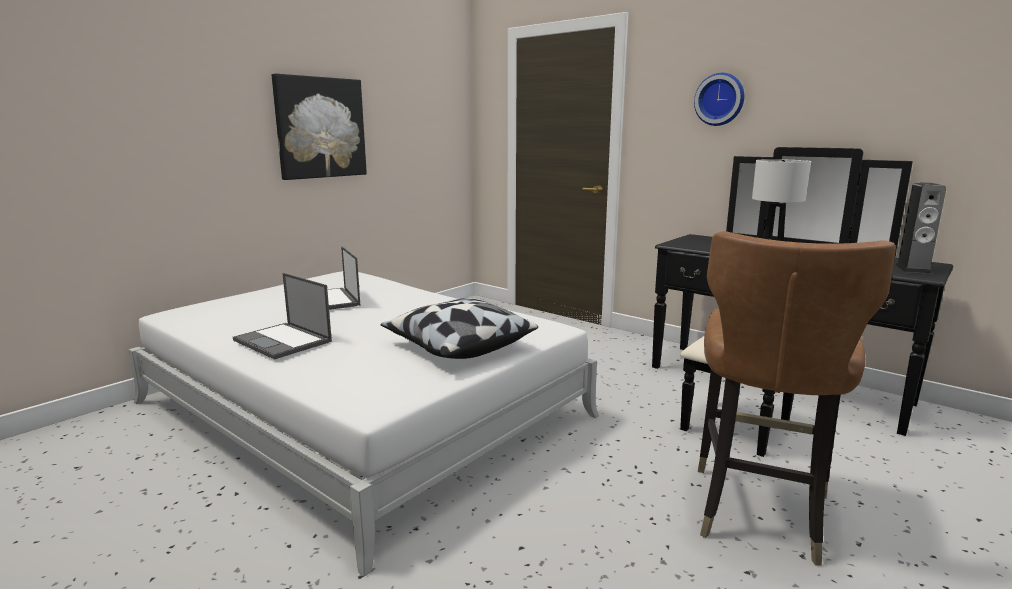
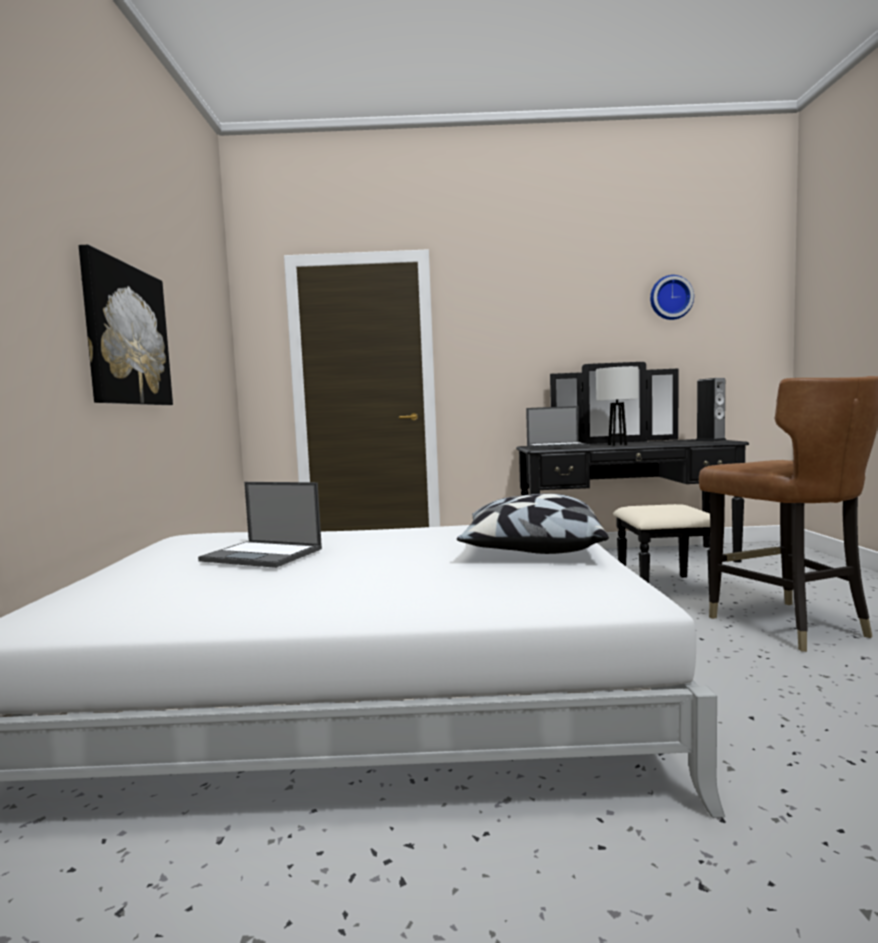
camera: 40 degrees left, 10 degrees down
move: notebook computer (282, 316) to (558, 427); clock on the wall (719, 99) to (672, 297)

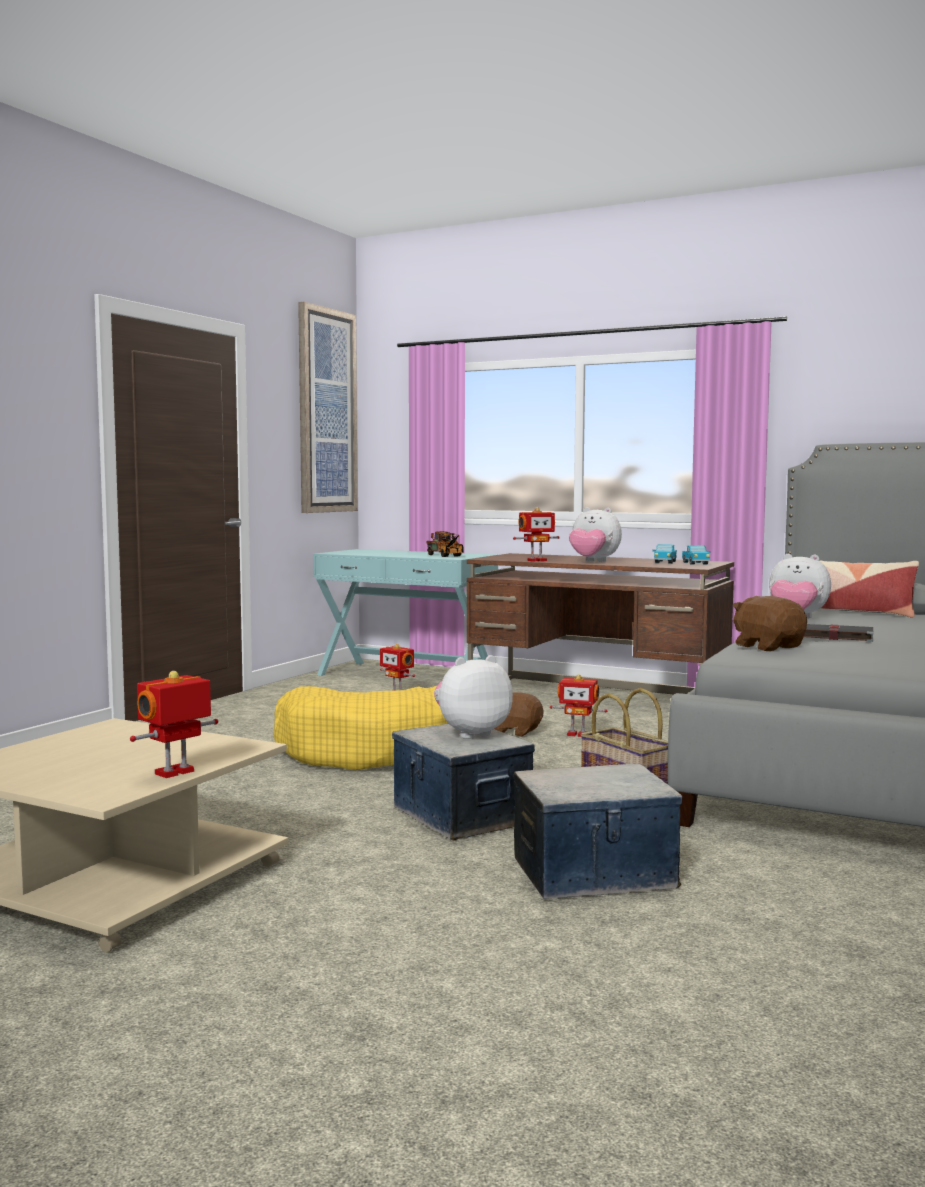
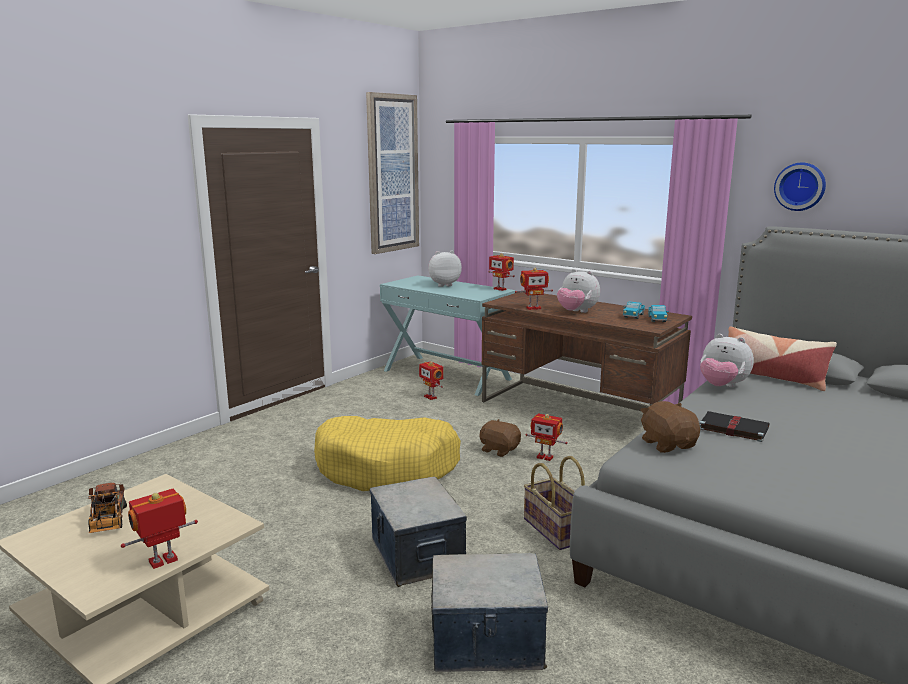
camera: 10 degrees right, 10 degrees up
insert: toy robot (501, 272); clock on the wall (800, 186)
move: toy truck (445, 544) to (107, 508); plush toy (473, 697) to (445, 268)

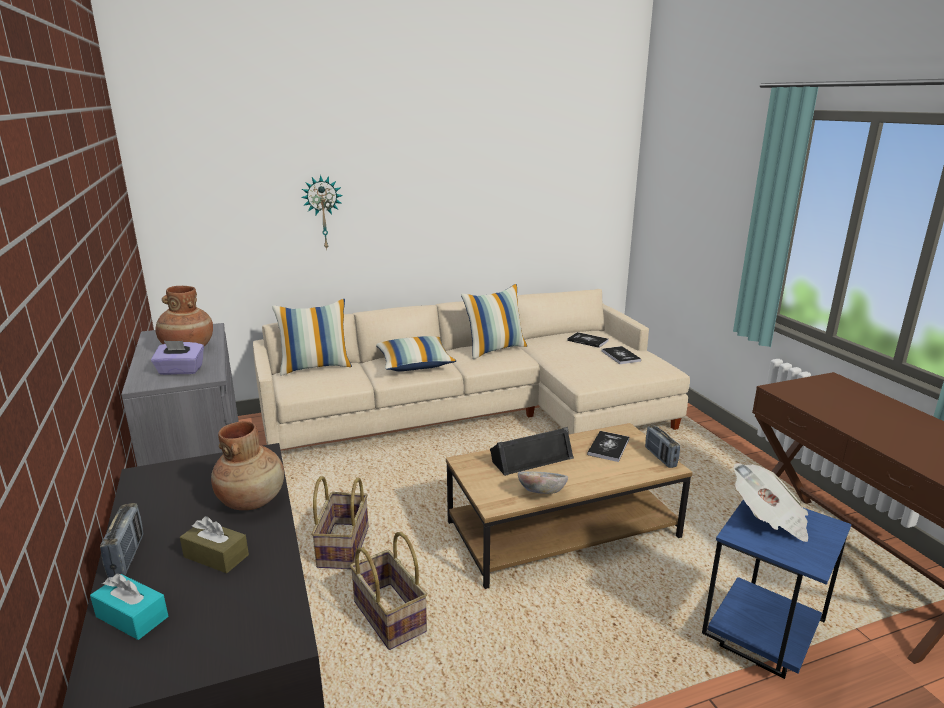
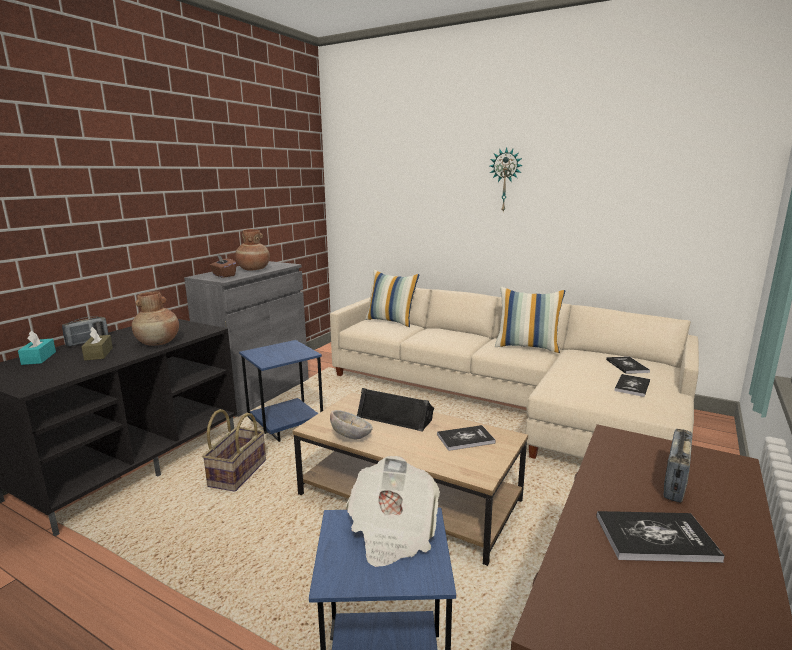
camera: 50 degrees right, 5 degrees down
delete: pillow (416, 354)
insert: bound book (661, 537)
move: clock on the wall (322, 213) to (506, 179); radio (662, 446) to (678, 466)
replace: household basket (340, 522) to bluish end table (281, 391)
recolor: purple tissue box (177, 357) to brown tissue box (223, 266)

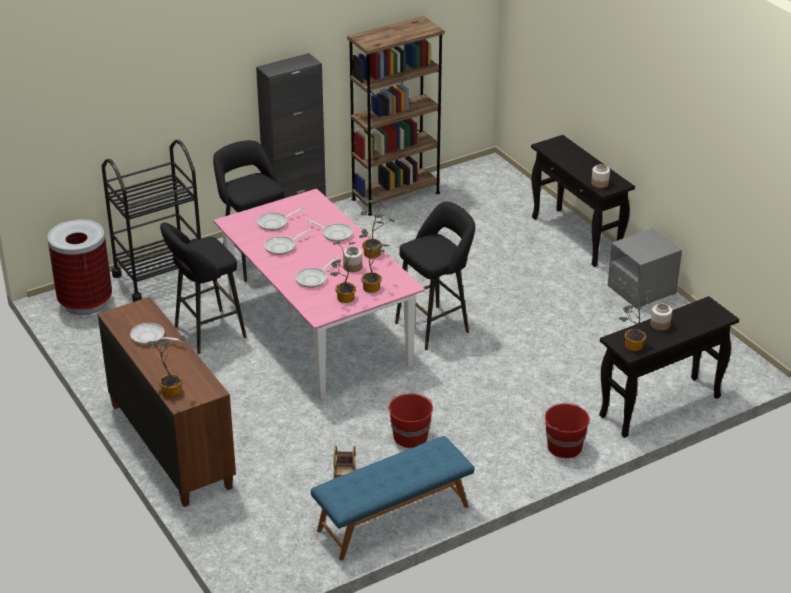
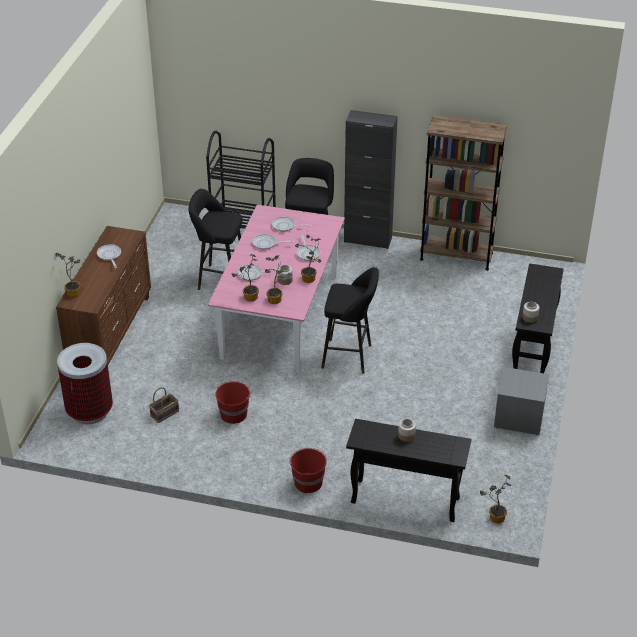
camera: 45 degrees right, 5 degrees up
delete: bluish long seat (393, 498)
move: waste bin (79, 267) to (85, 383); plant in a pot (635, 319) to (495, 499)

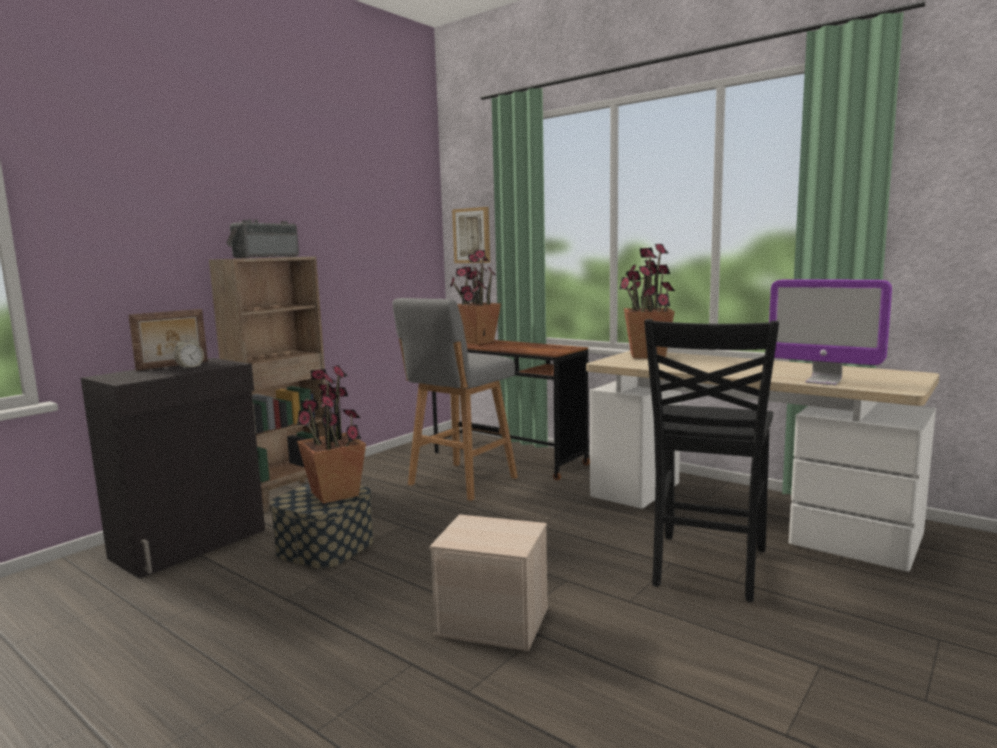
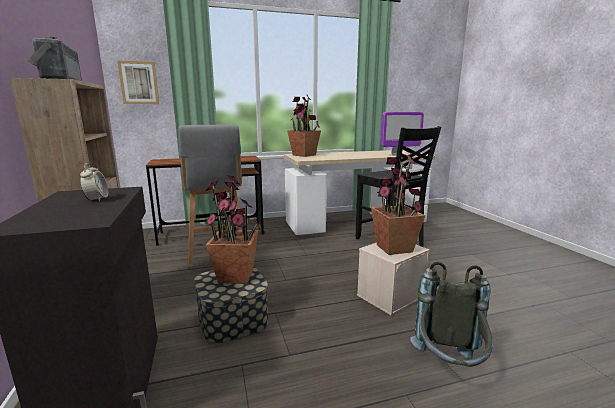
camera: 55 degrees left, 5 degrees up
delete: photo frame (168, 340)
insert: grey rucksack (451, 314)
move: plant in a pot (475, 297) to (398, 205)

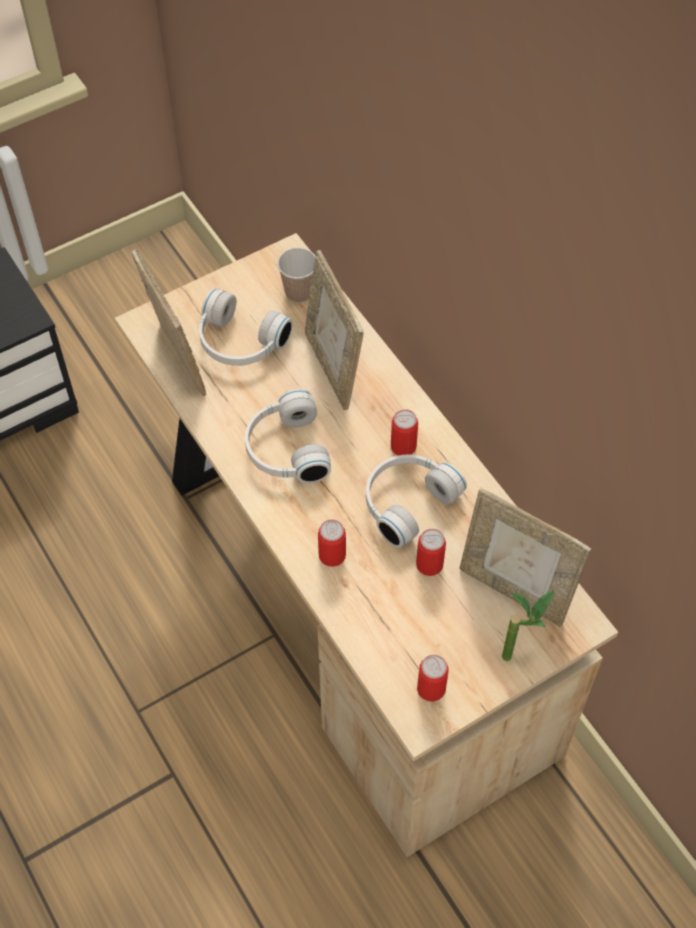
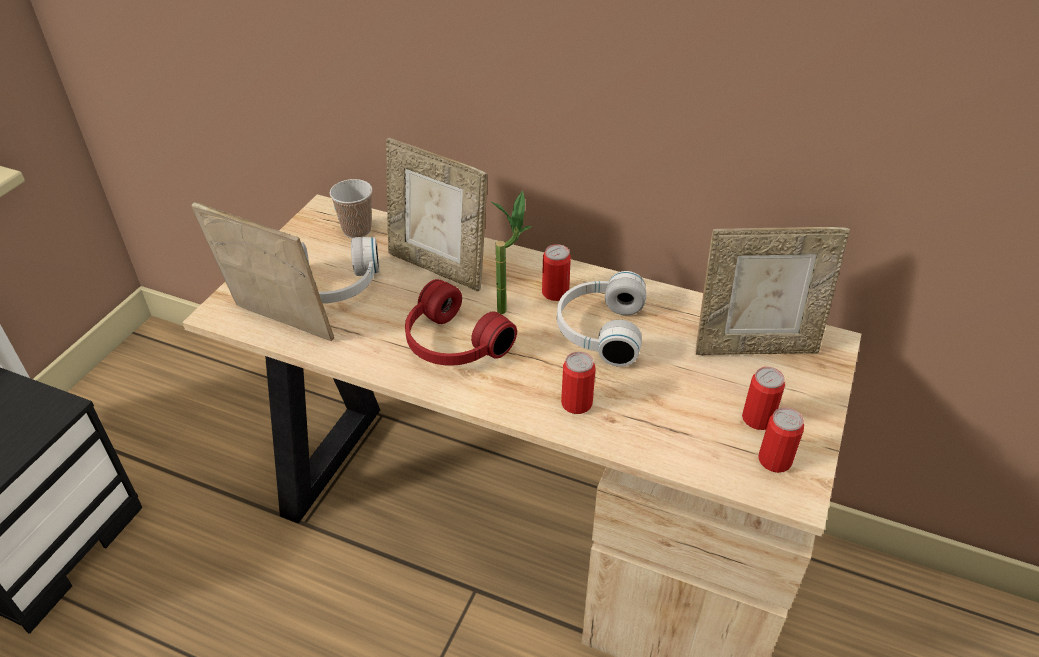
camera: 35 degrees left, 15 degrees down
move: sealed can (431, 552) to (763, 398); plant in a pot (528, 625) to (511, 252)
recolor: white-coloured headphones (288, 436) to reddish headphones (461, 322)

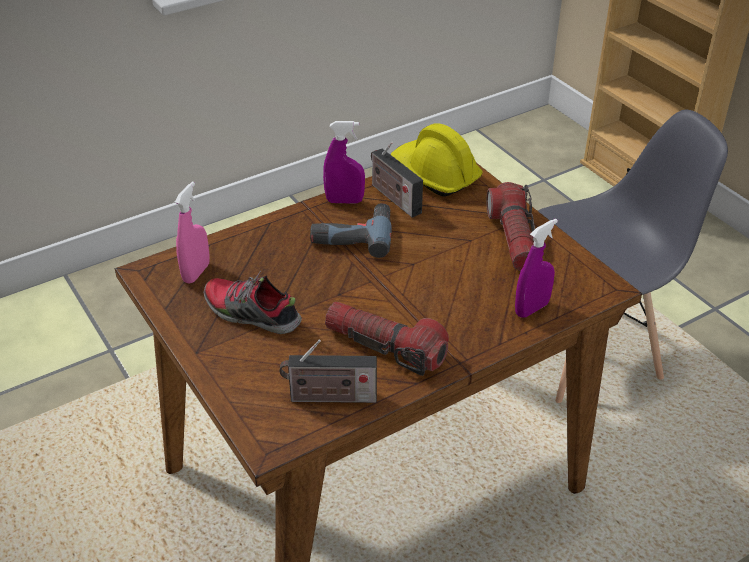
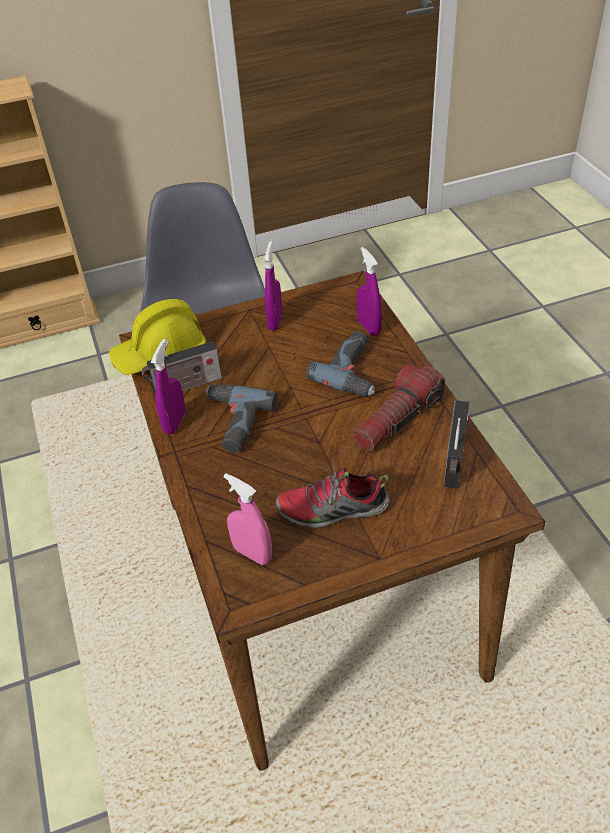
camera: 75 degrees left, 5 degrees up
insert: power drill (341, 364)
replace: torch (510, 226) to purple spray bottle (273, 286)
rotate: shoe (253, 302) = (332, 497) 45 degrees clockwise

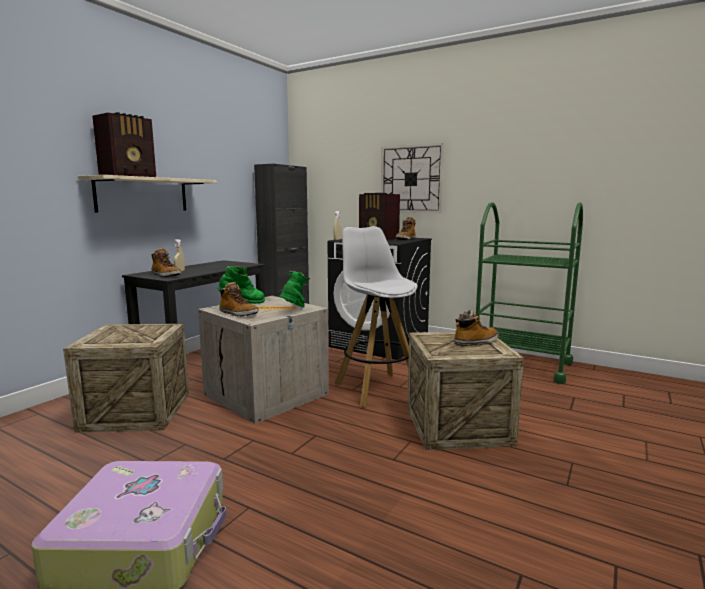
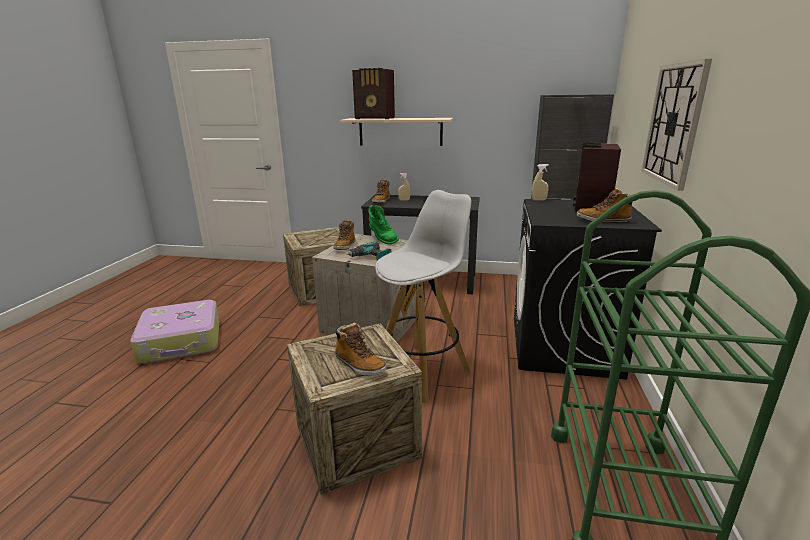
camera: 70 degrees right, 10 degrees up
replace: green-coloured tall boot (294, 289) to power drill (369, 251)

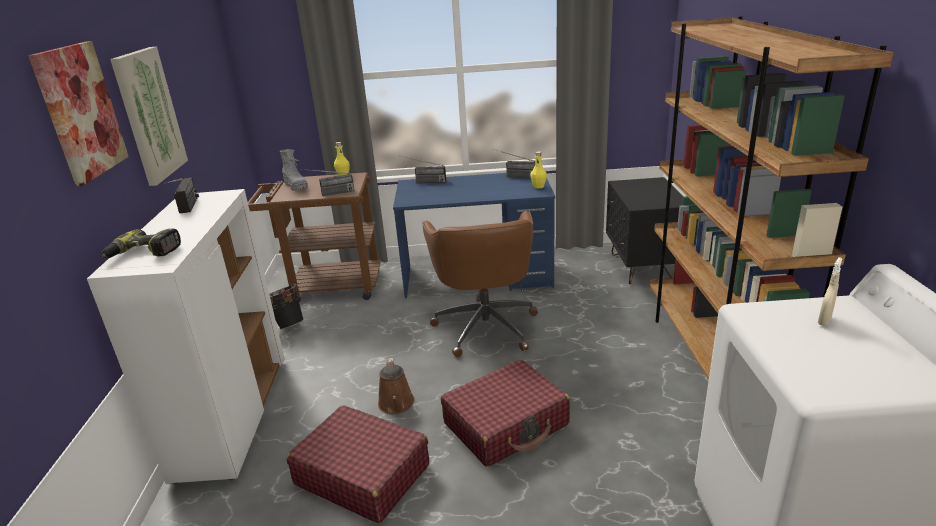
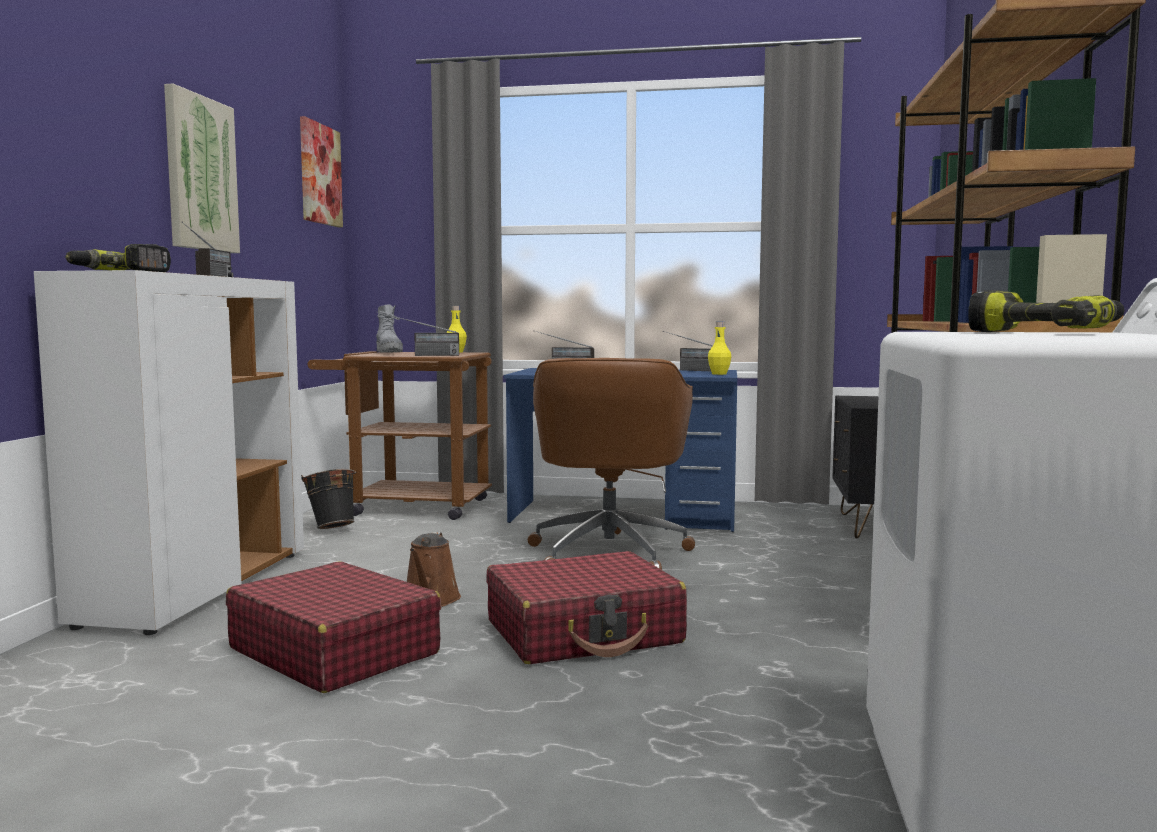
camera: 10 degrees right, 20 degrees down
move: wall art (78, 114) to (321, 171)
replace: beige spray bottle (830, 291) to power drill (1046, 311)

